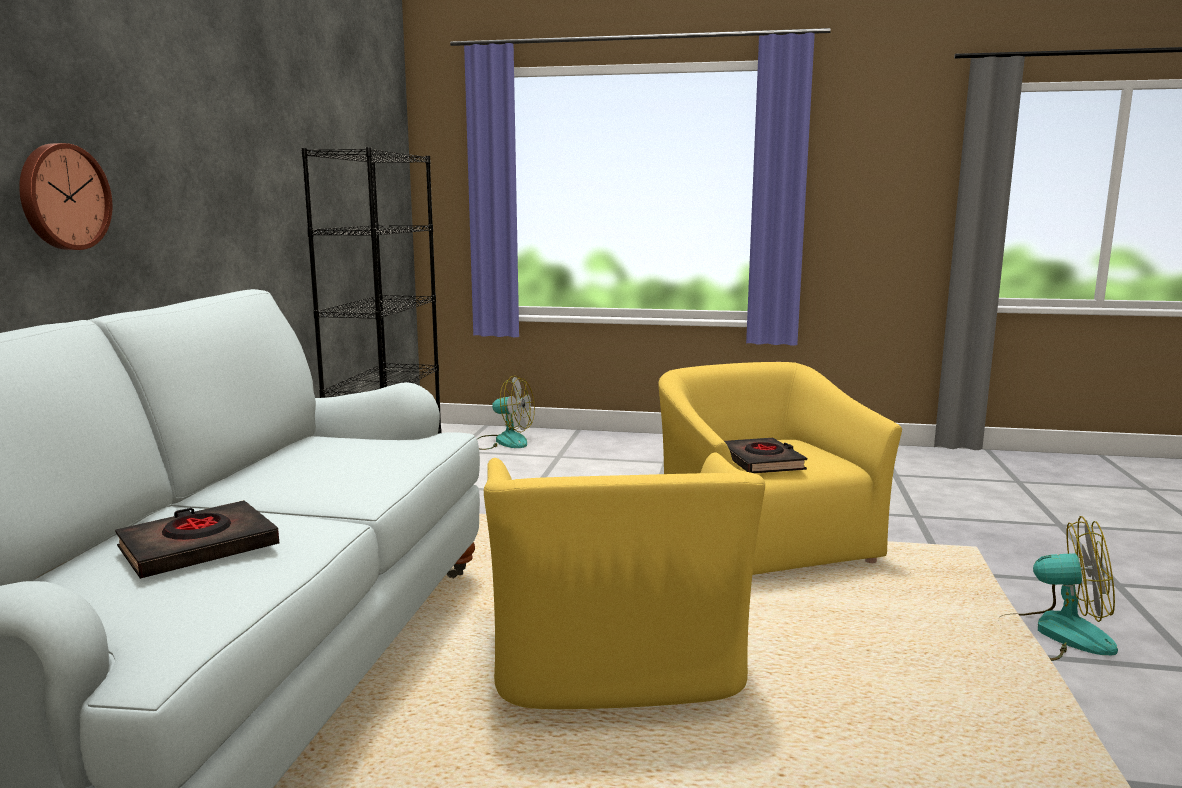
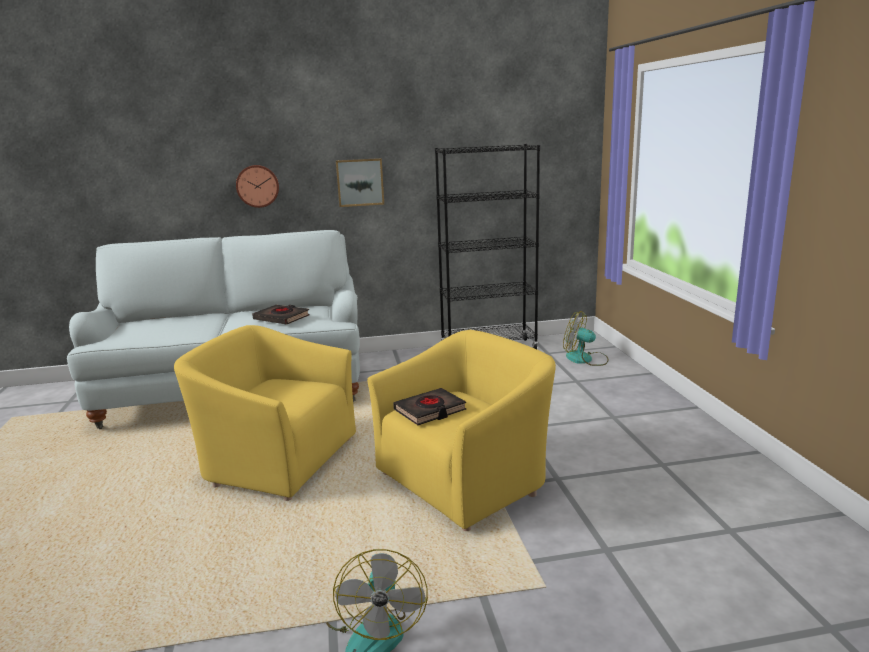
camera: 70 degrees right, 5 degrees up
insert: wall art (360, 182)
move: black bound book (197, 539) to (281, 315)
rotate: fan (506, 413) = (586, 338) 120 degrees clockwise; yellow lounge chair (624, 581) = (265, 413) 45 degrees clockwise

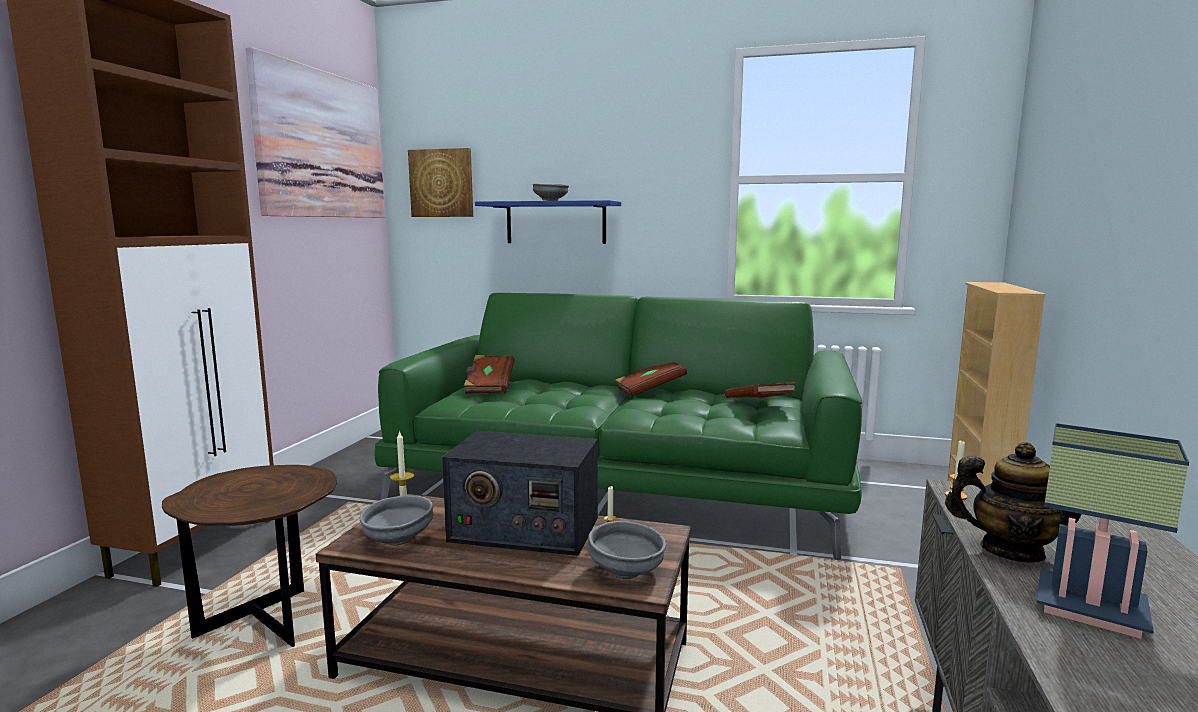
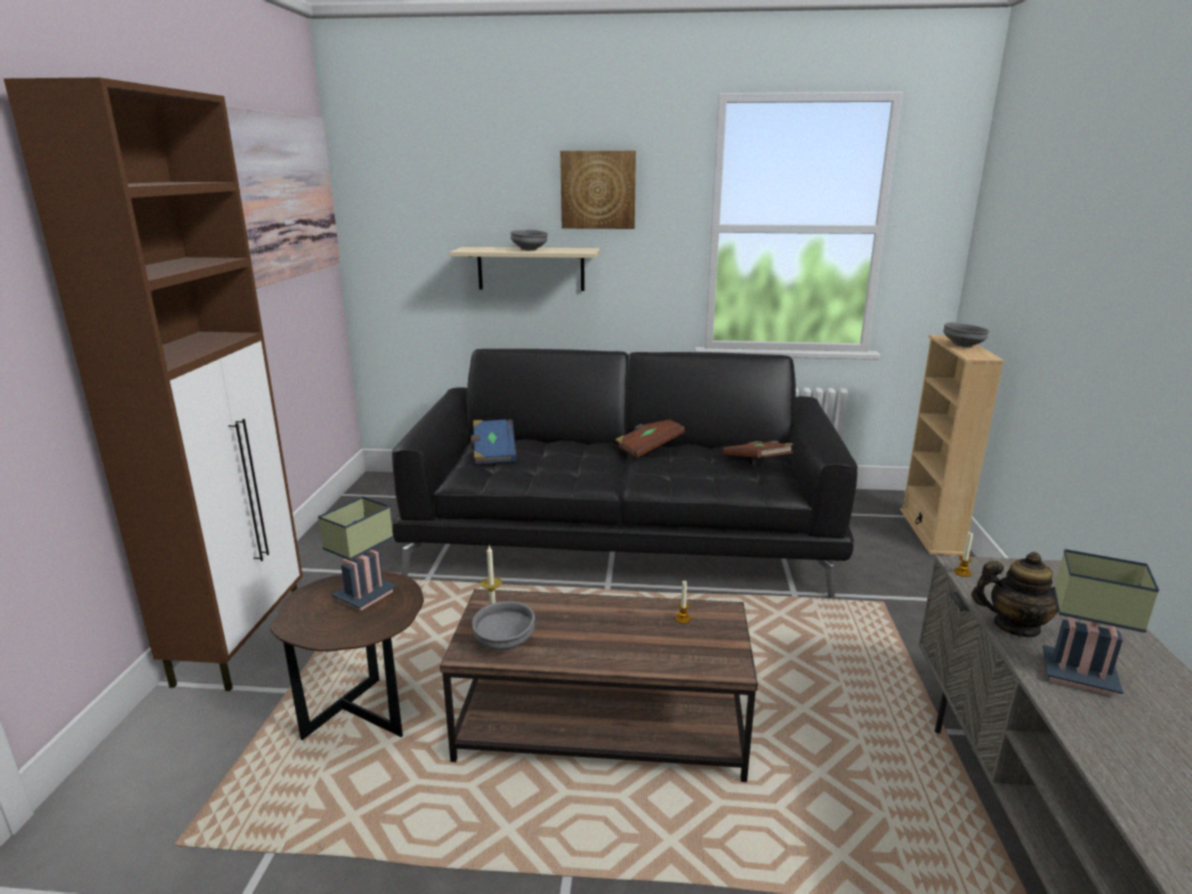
camera: 10 degrees left, 10 degrees up
delete: radio (520, 493)
insert: tabletop lamp (357, 553)
move: wall art (440, 182) to (598, 190); grey deep dish (626, 550) to (966, 334)
recolor: green-coloured couch (618, 426) to black couch (625, 473); brown bound book (489, 374) to bluish bound book (493, 442); bluish bracket shelf (548, 222) to beige bracket shelf (525, 269)

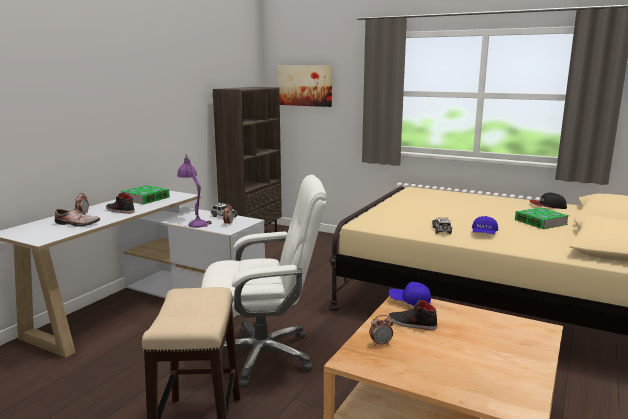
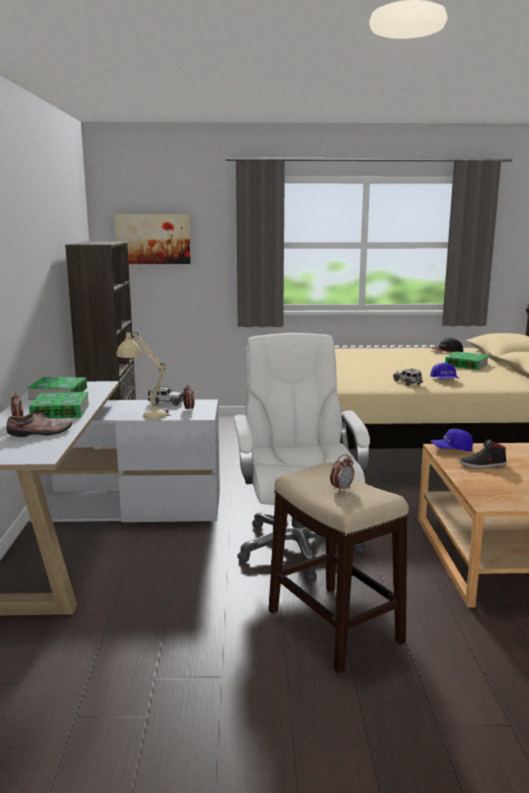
camera: 30 degrees left, 0 degrees up
move: table clock (381, 330) to (342, 473)
replace: black shoe (120, 203) to bound book (59, 405)
recolor: purple tabletop lamp (194, 191) to beige tabletop lamp (143, 373)
rotate: white-coloured desk chair (264, 281) = (302, 457) 60 degrees counterclockwise

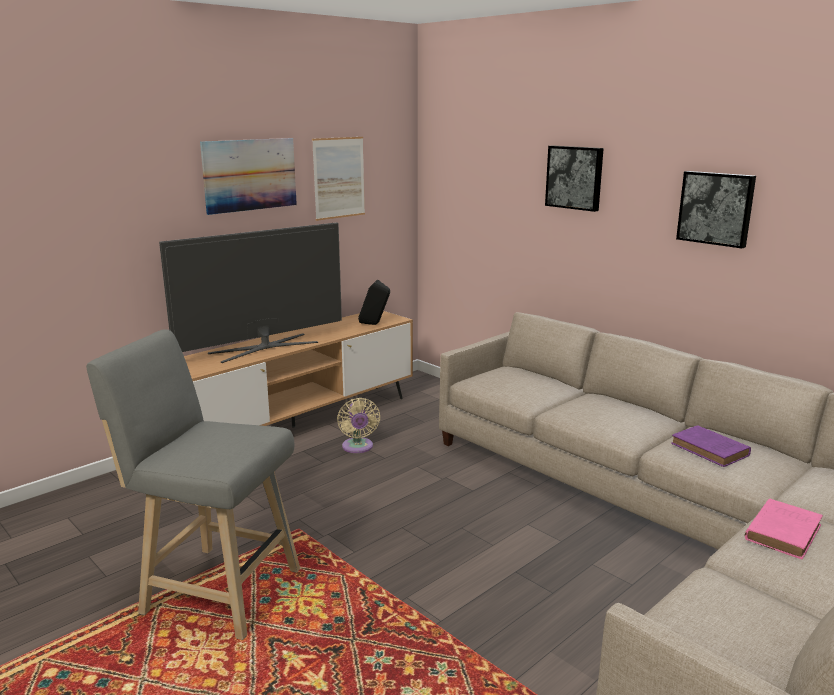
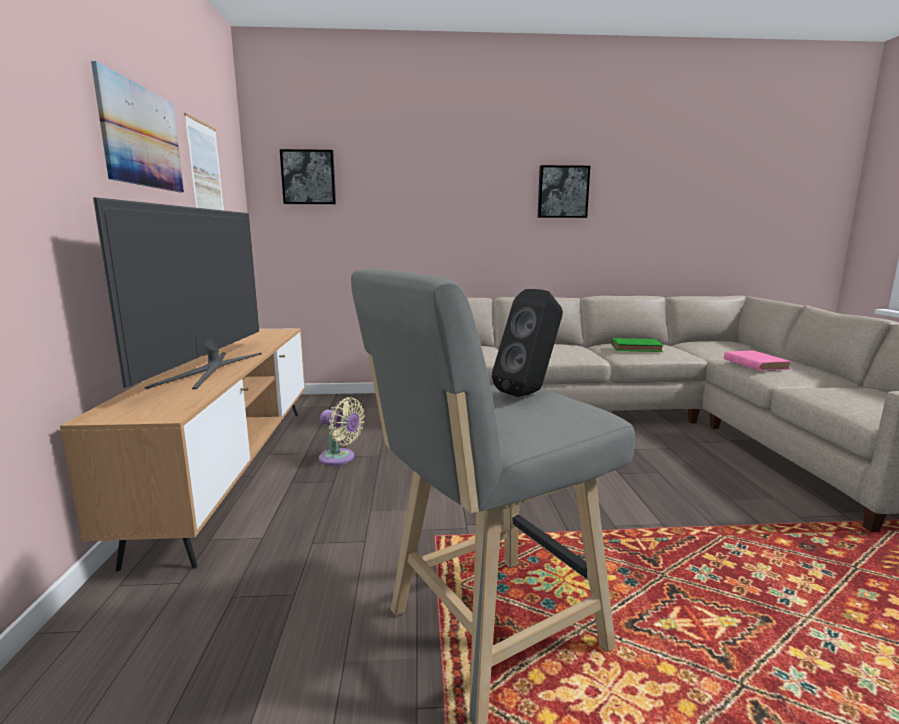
camera: 50 degrees left, 5 degrees down
move: black speaker (374, 302) to (527, 343); wall art (574, 179) to (308, 176)
recolor: purple bound book (711, 446) to green-coloured bound book (637, 345)

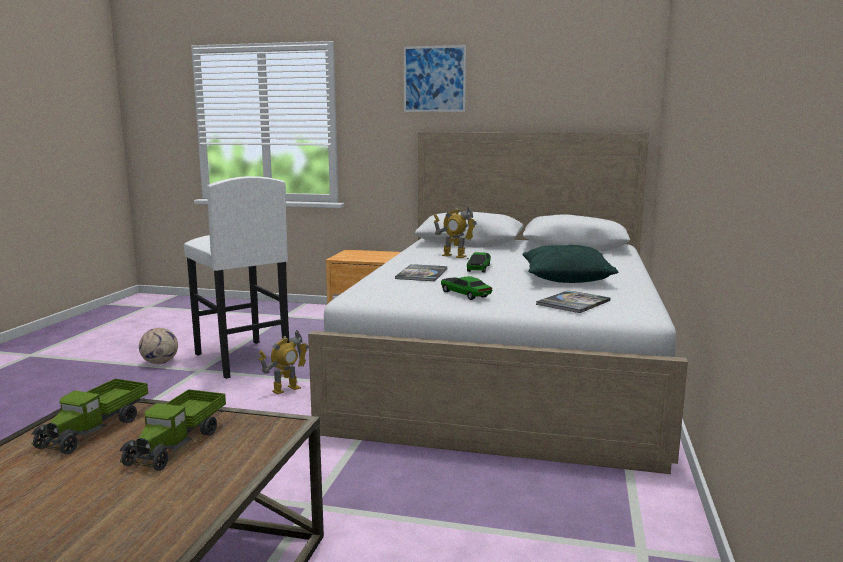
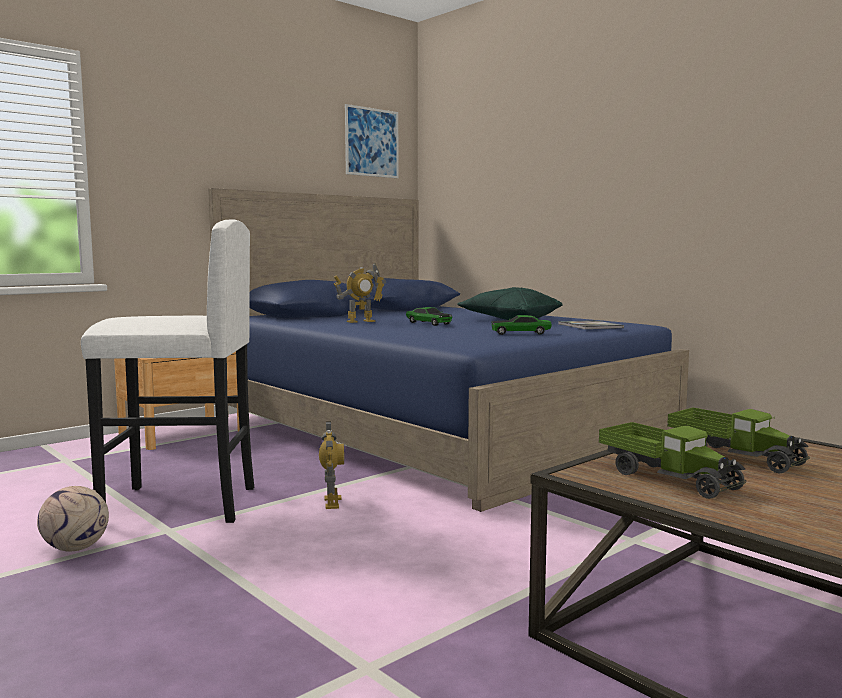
camera: 55 degrees left, 5 degrees down
delete: bound book (421, 272)
move: wall art (435, 78) to (372, 141)
recolor: white-coloured bed (498, 303) to bluish bed (448, 350)

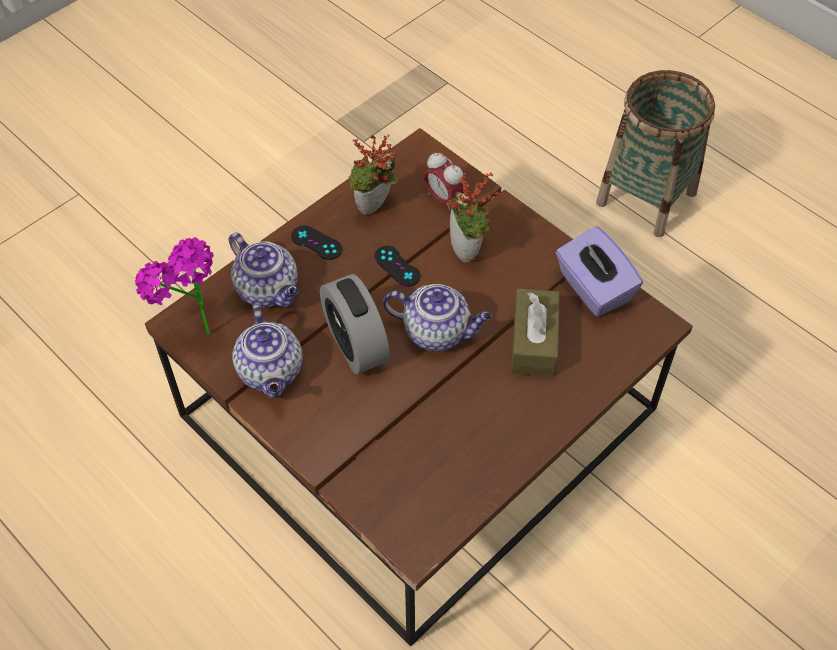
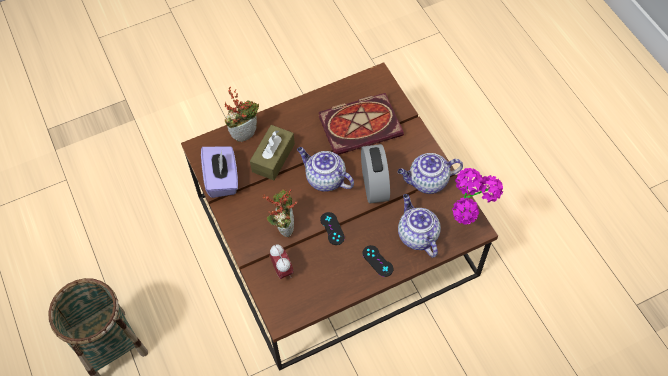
camera: 160 degrees left, 5 degrees up
insert: bound book (361, 124)
move: plant in a pot (373, 174) to (242, 114)
rotate: tea pot (268, 351) = (430, 173) 105 degrees counterclockwise

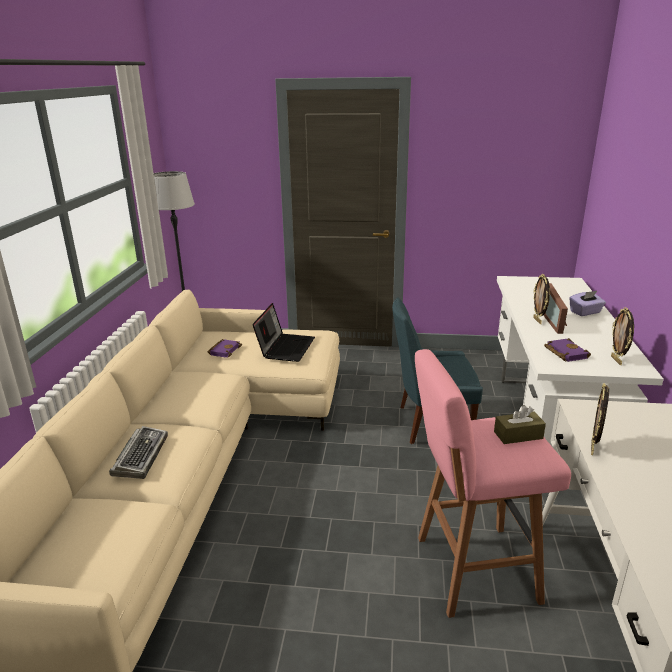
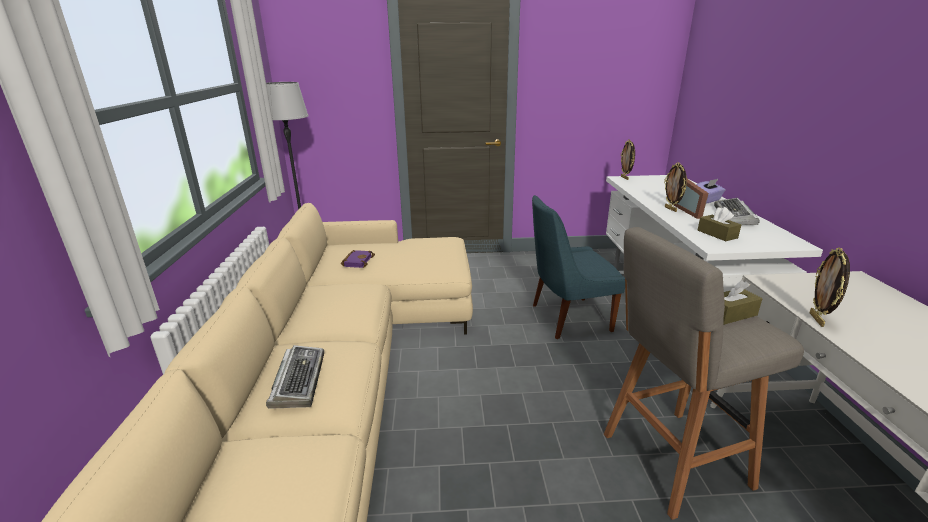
camera: 10 degrees left, 0 degrees up
delete: notebook computer (283, 332)
insert: computer keyboard (736, 211)
move: photo frame (622, 336) to (628, 159)
replace: purple bound book (567, 350) to brown tissue box (719, 224)
recolor: pink stool (493, 483) to grey stool (704, 373)

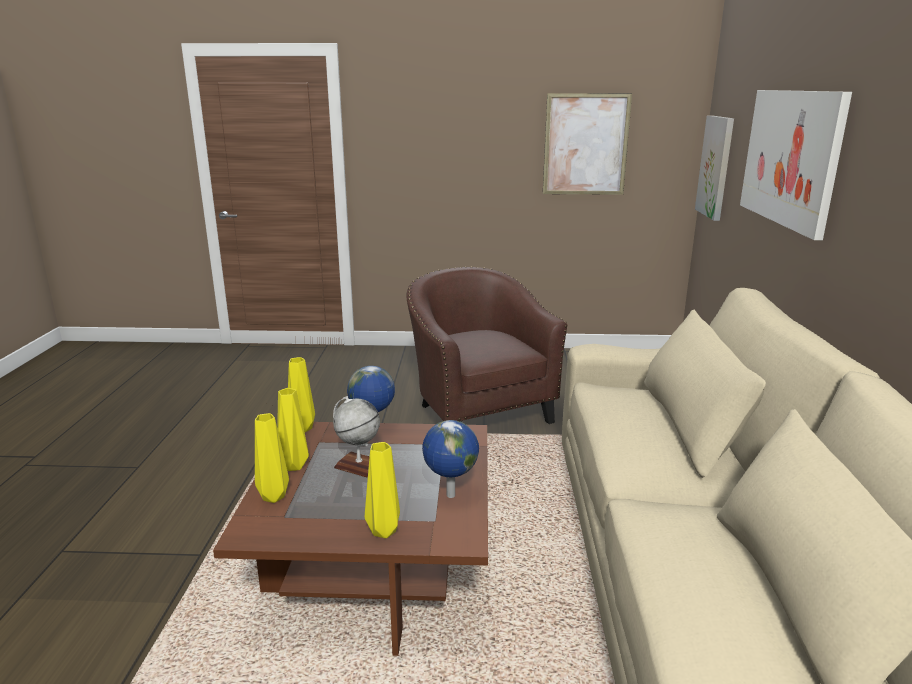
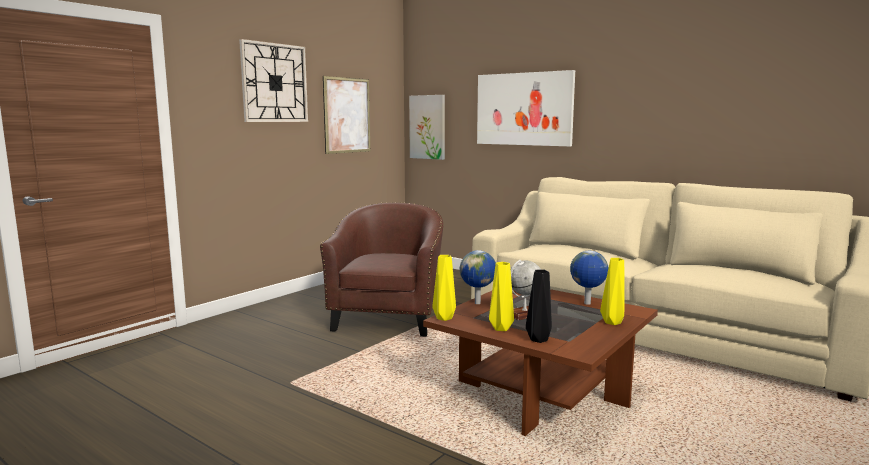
camera: 55 degrees left, 10 degrees down
insert: clock on the wall (273, 80)
recolor: yellow decorative vase (272, 458) to black decorative vase (539, 306)
rotate: brown lounge chair (486, 345) = (381, 269) 90 degrees clockwise

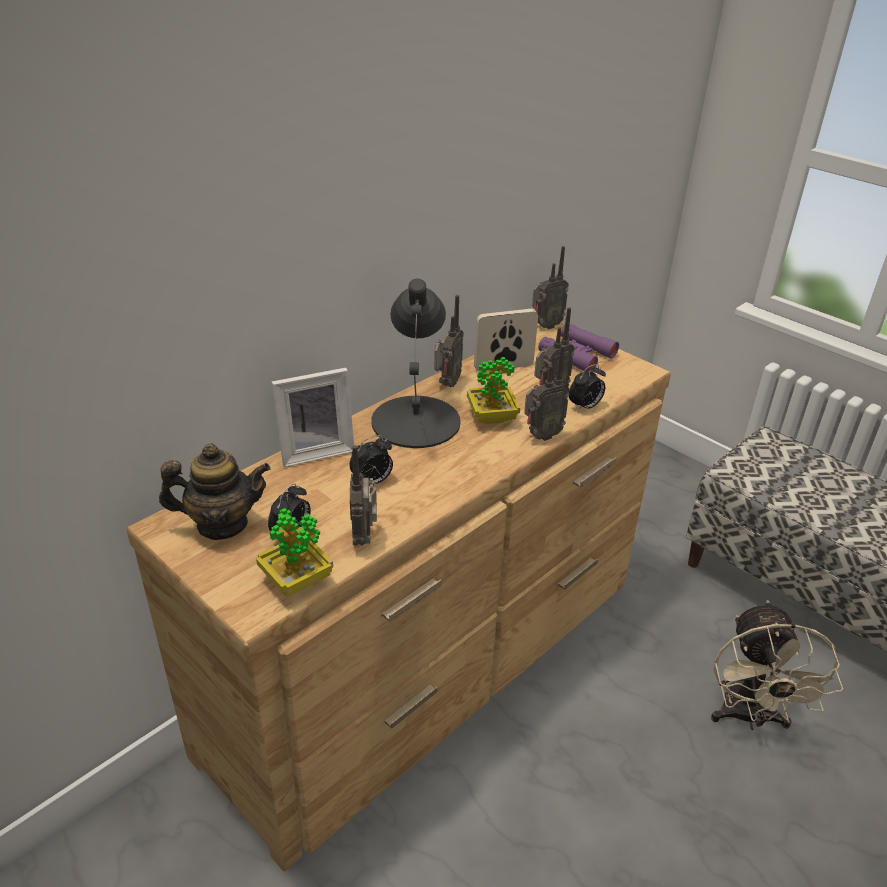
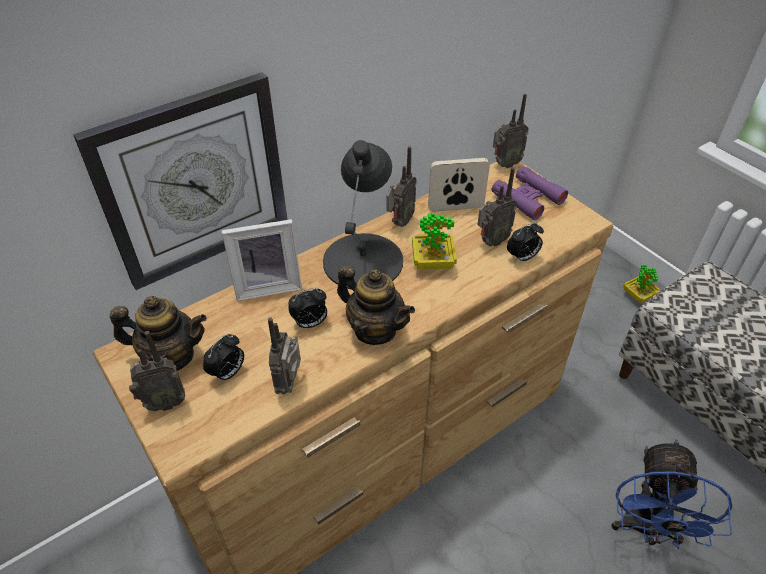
camera: 10 degrees right, 10 degrees up
insert: clock on the wall (180, 181); tea pot (376, 305)
move: plant in a pot (294, 552) to (641, 283); radio (547, 393) to (157, 371)
recolor: beige fan (777, 665) to bluish fan (671, 494)

